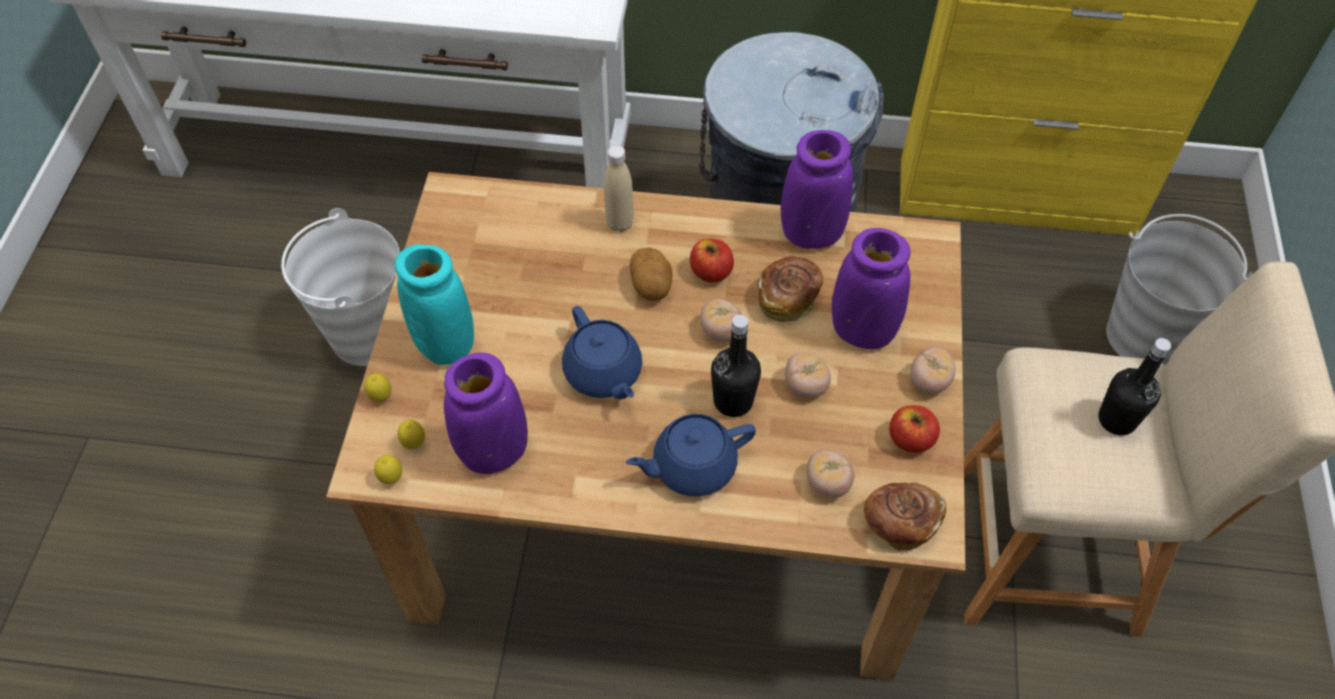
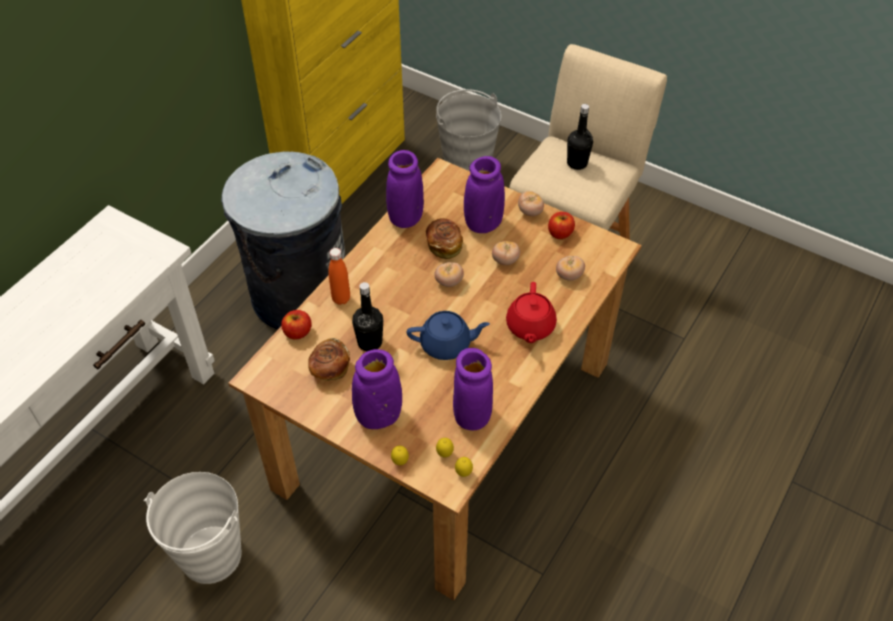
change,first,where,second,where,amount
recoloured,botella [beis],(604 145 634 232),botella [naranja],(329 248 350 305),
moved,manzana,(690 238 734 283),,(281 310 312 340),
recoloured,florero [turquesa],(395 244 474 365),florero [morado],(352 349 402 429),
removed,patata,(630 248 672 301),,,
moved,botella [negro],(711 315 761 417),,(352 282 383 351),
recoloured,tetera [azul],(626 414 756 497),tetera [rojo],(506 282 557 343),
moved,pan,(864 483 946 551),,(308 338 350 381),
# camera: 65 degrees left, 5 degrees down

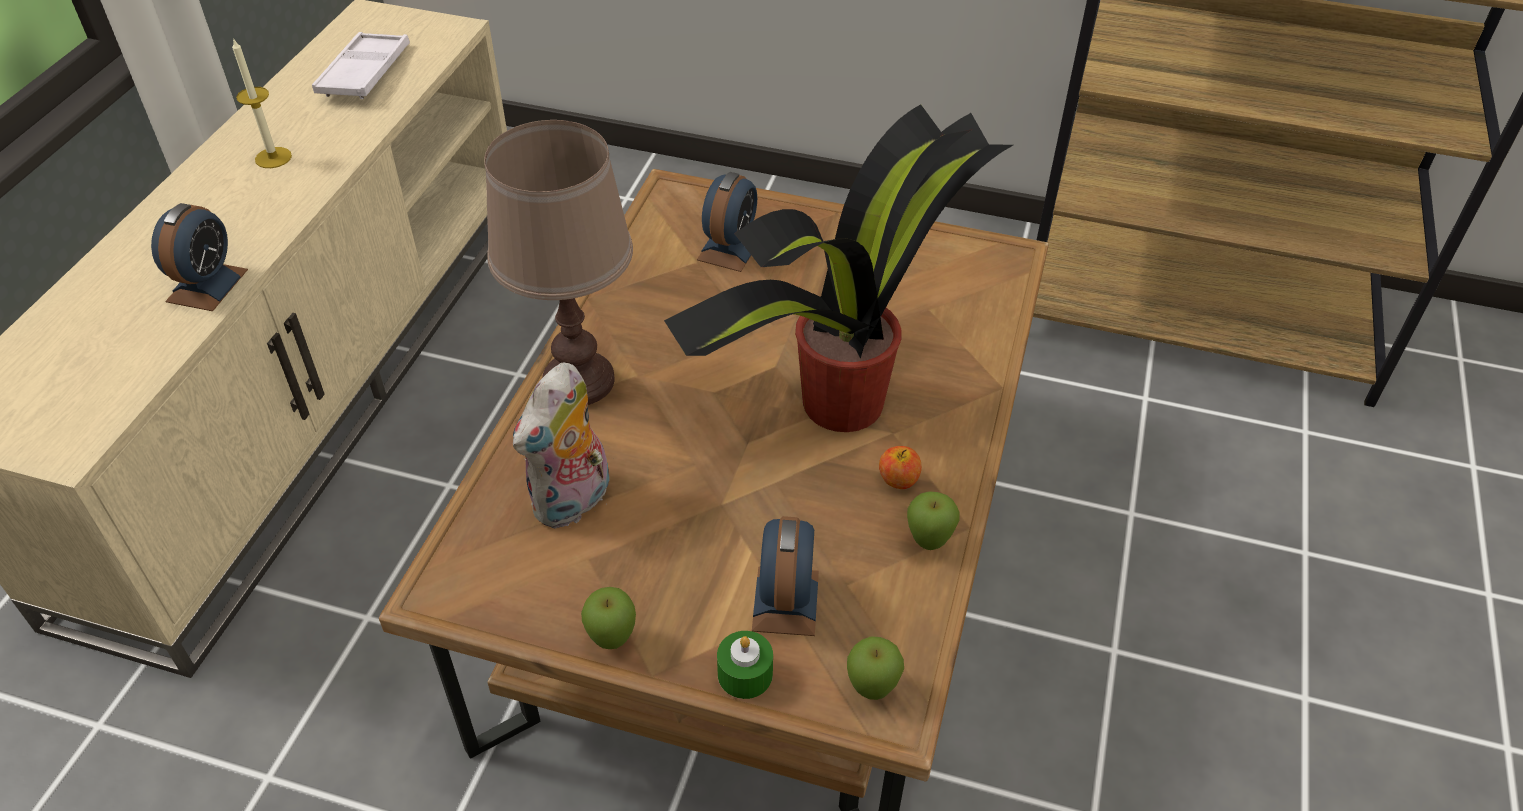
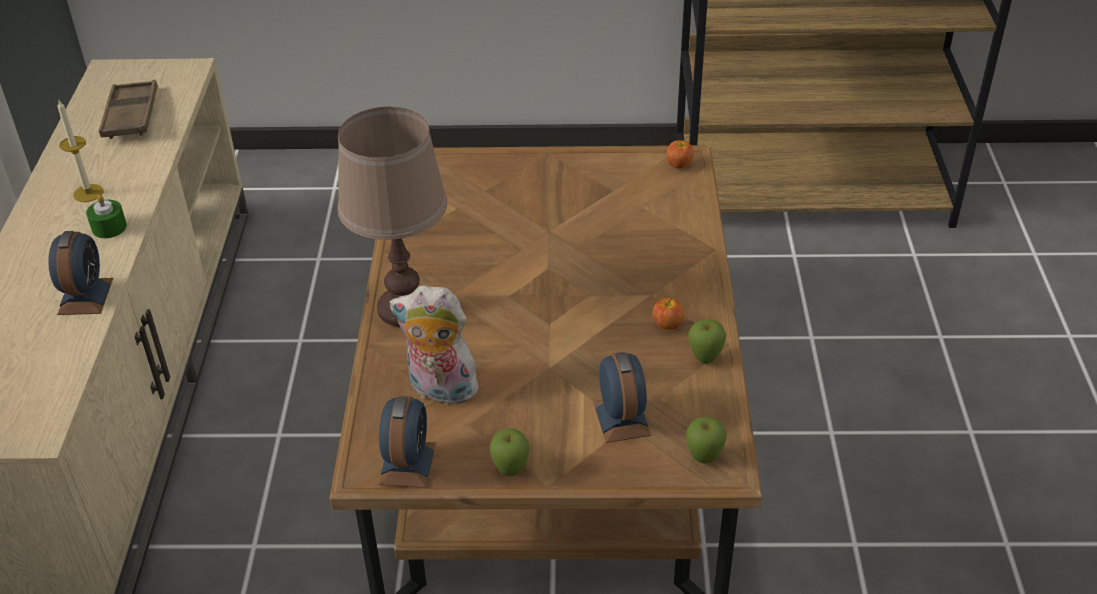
change,first,where,second,where,amount
recoloured,bandeja [blanco],(312 32 410 99),bandeja [marrón],(99 80 158 139),
removed,planta en maceta,(664 104 1013 432),,,
moved,despertador,(697 172 757 272),,(379 396 436 488),
turned,peluche,(513 363 610 528),,(390 285 481 404),90 degrees clockwise
moved,vela [verde],(717 631 773 699),,(86 195 127 238),
added,,,manzana,(667 140 694 169),
# camera: 15 degrees left, 5 degrees down

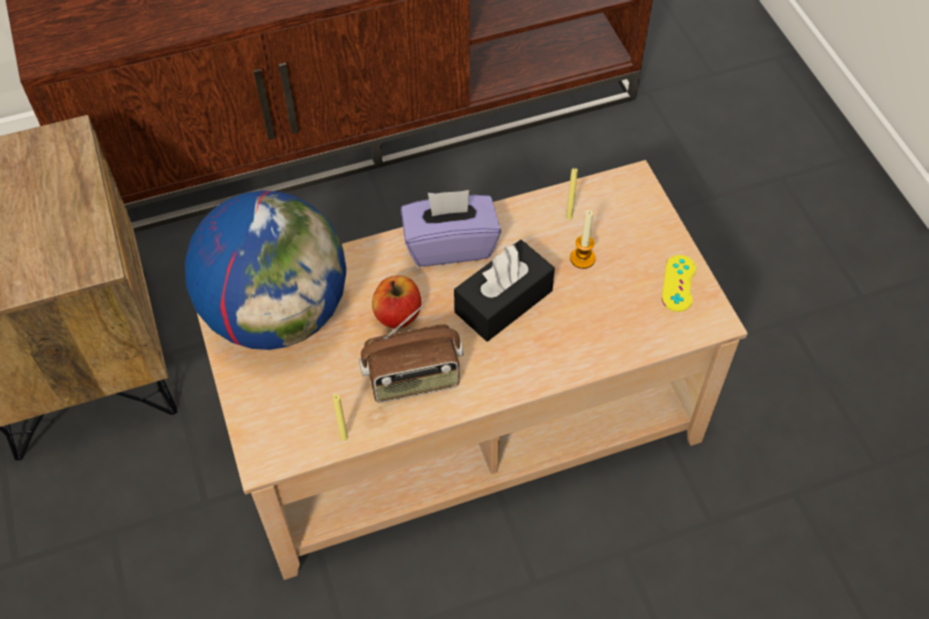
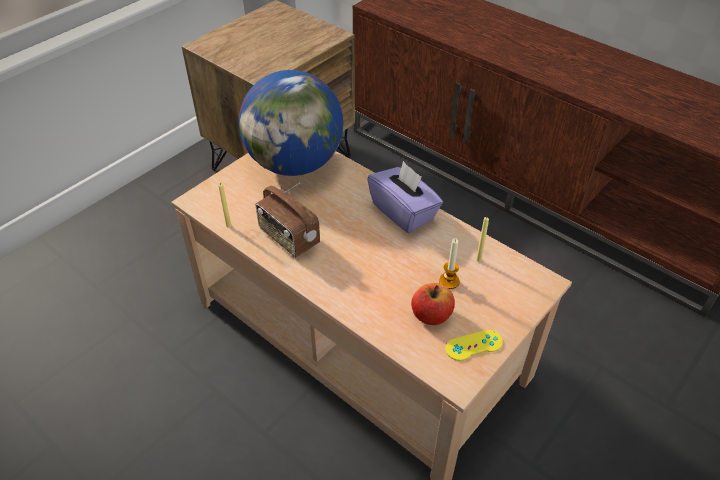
change,first,where,second,where,amount
removed,caja de pañuelos [negro],(454 240 555 341),,,
moved,manzana,(372 275 421 328),,(411 283 455 325),
# camera: 60 degrees right, 10 degrees down

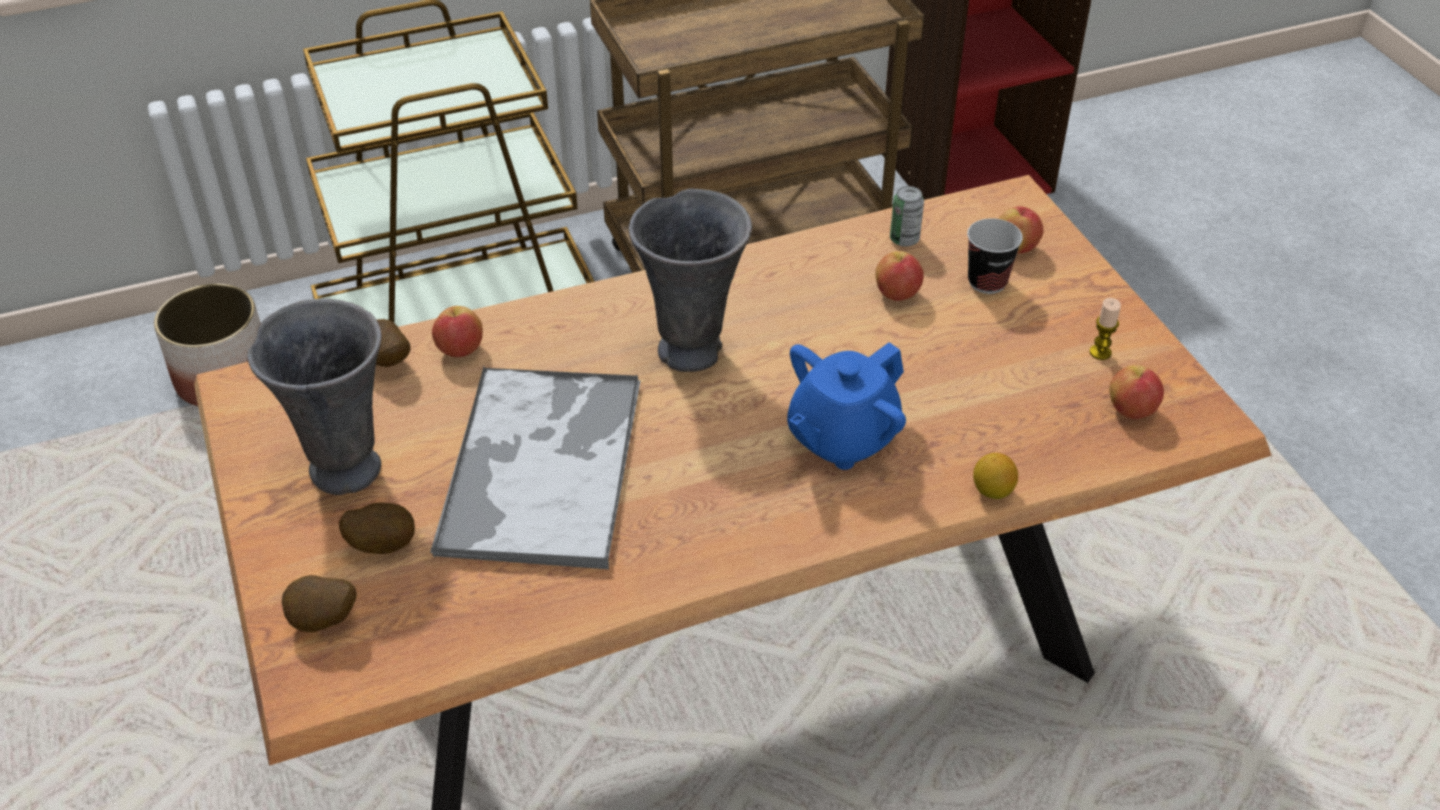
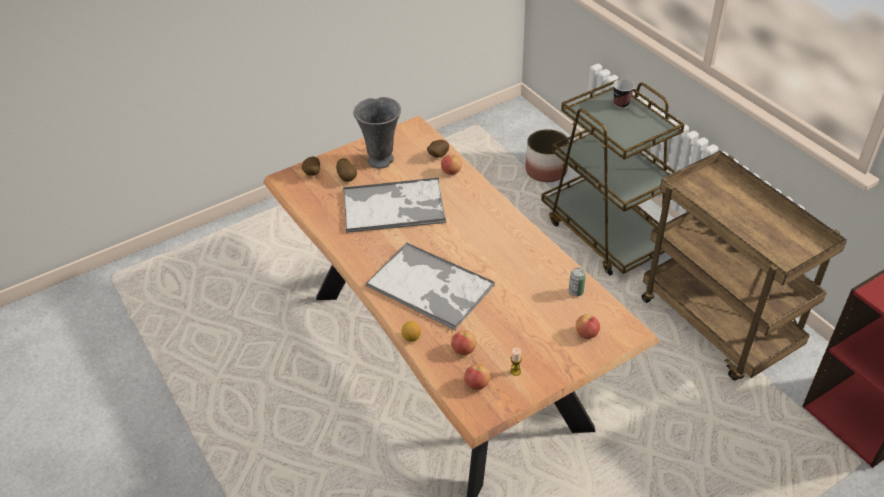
change,first,where,second,where,amount
removed,florero [gris],(629 189 752 372),,,
moved,taza,(967 218 1023 294),,(613 79 635 109),
moved,manzana,(875 251 924 301),,(451 331 476 355),
replaced,tetera [azul],(787 342 906 470),bandeja,(366 242 495 330),
# camera: 80 degrees right, 0 degrees up

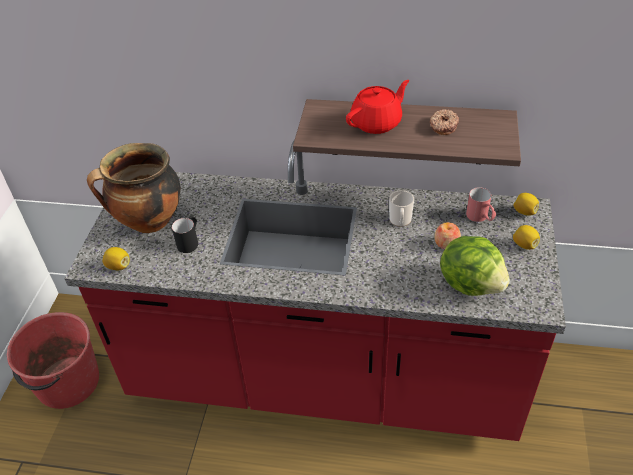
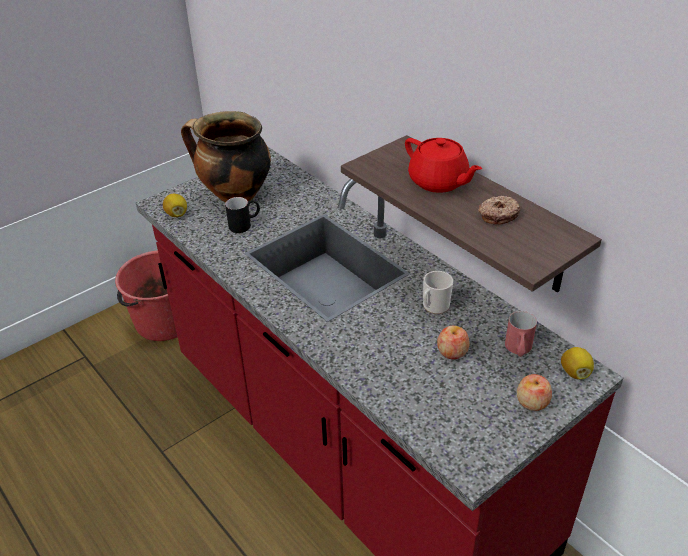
change,first,where,second,where,amount
turned,tetera [rojo],(346 80 410 134),,(405 138 482 193),45 degrees clockwise
replaced,limón,(513 225 540 250),manzana,(517 374 552 411),
removed,lechuga,(440 236 510 296),,,
# camera: 40 degrees right, 5 degrees down

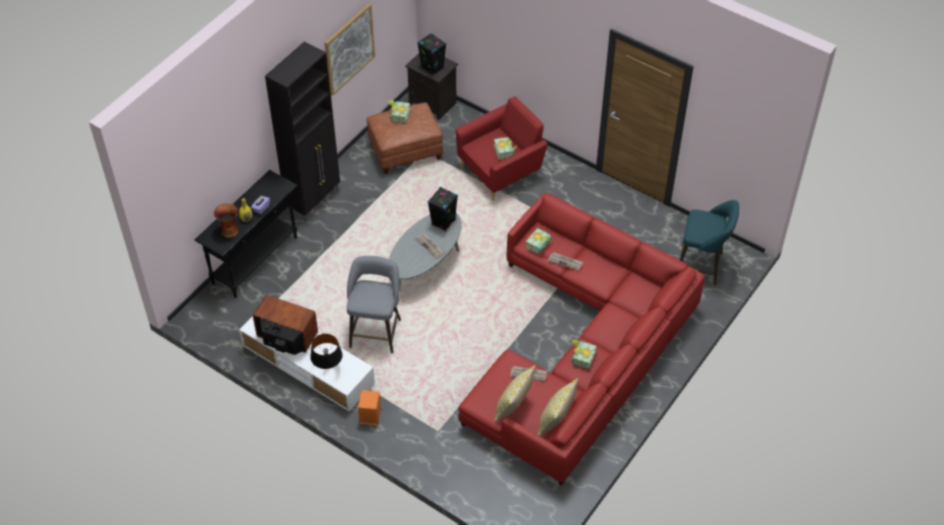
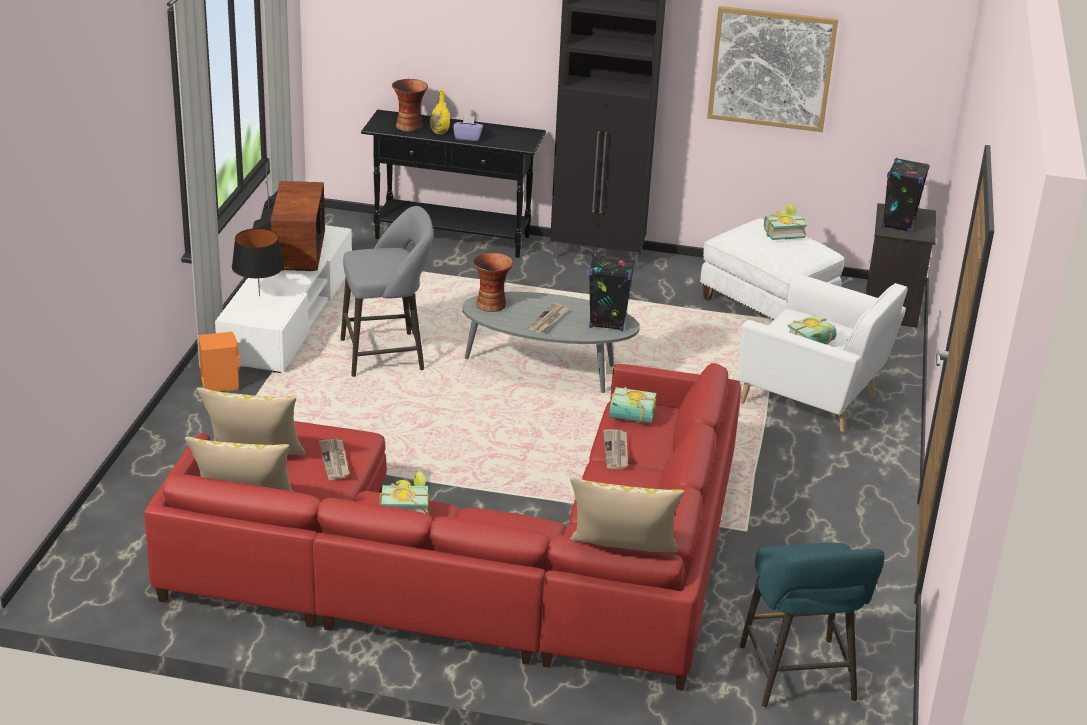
change,first,where,second,where,amount
recoloured,sillón [rojo],(456 96 548 201),sillón [blanco],(738 274 908 432),
recoloured,puf [marrón],(367 102 443 174),puf [blanco],(700 218 844 320),
added,,,florero,(473 253 513 312),
added,,,cojín,(570 477 684 553),
# camera: 65 degrees right, 20 degrees down

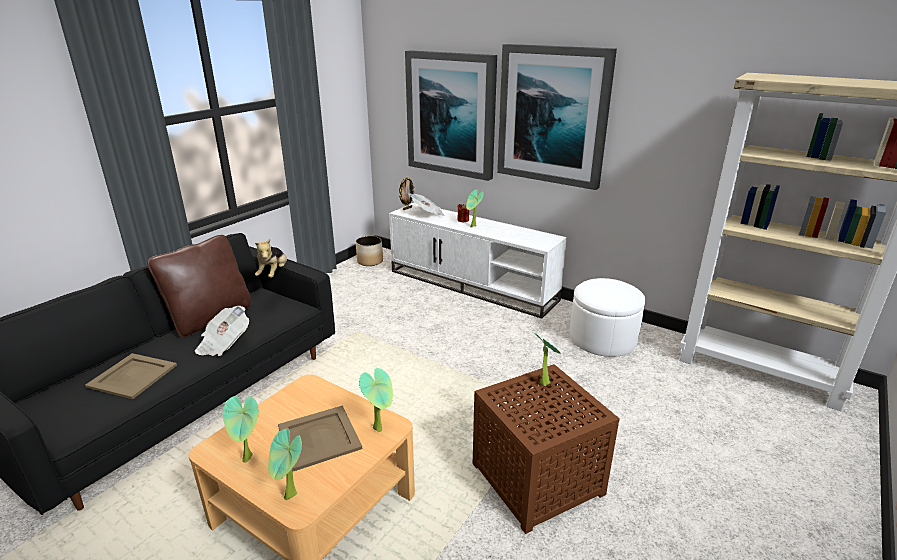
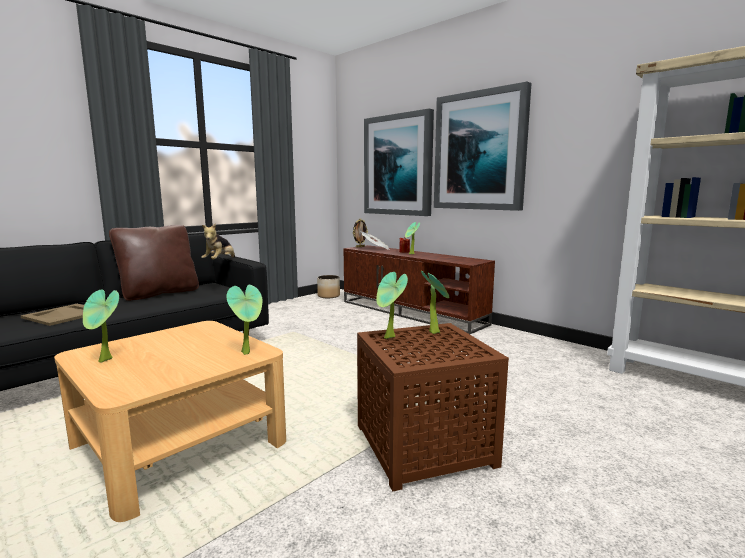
change,first,where,second,where,amount
recoloured,mueble de televisión [blanco],(389 203 567 319),mueble de televisión [marrón],(344 245 495 334),
removed,puf [blanco],(570 278 645 357),,,
removed,periódico,(195 306 249 356),,,
removed,bandeja [beis],(278 405 362 471),,,
moved,planta en maceta,(268 429 302 500),,(376 272 408 339),
# camera: 10 degrees right, 15 degrees down

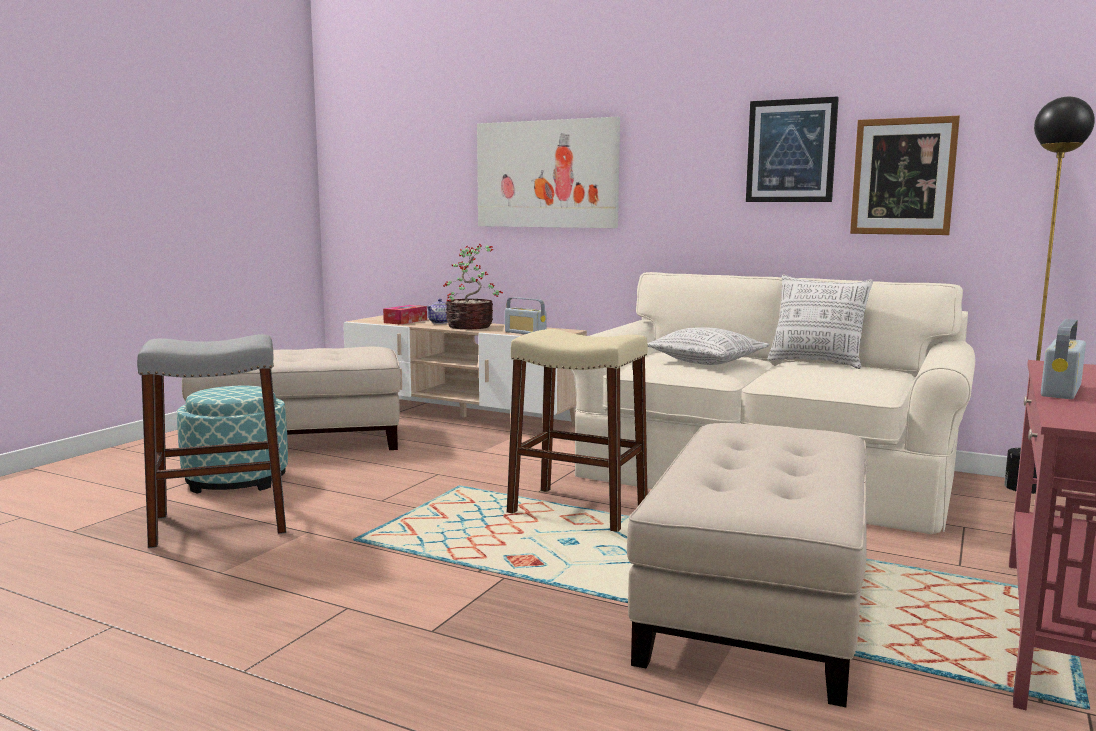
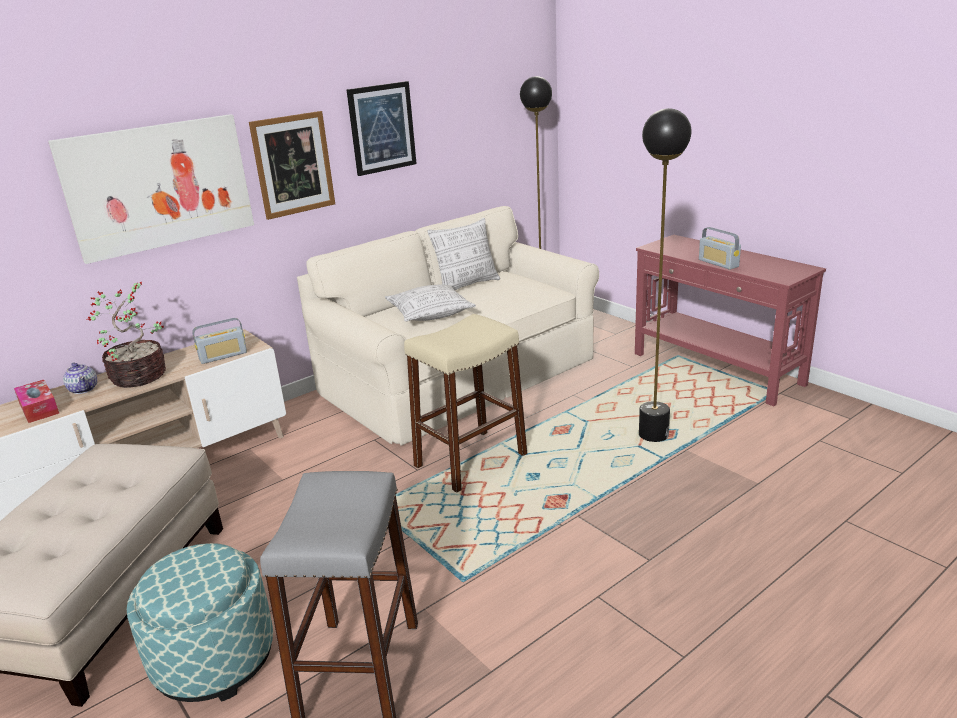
change,first,where,second,where,amount
moved,cuadro,(850 116 960 235),,(249 111 335 220),
replaced,puf [beis],(627 423 868 707),lámpara de pie [negro],(639 108 692 442),
# camera: 65 degrees left, 15 degrees up

